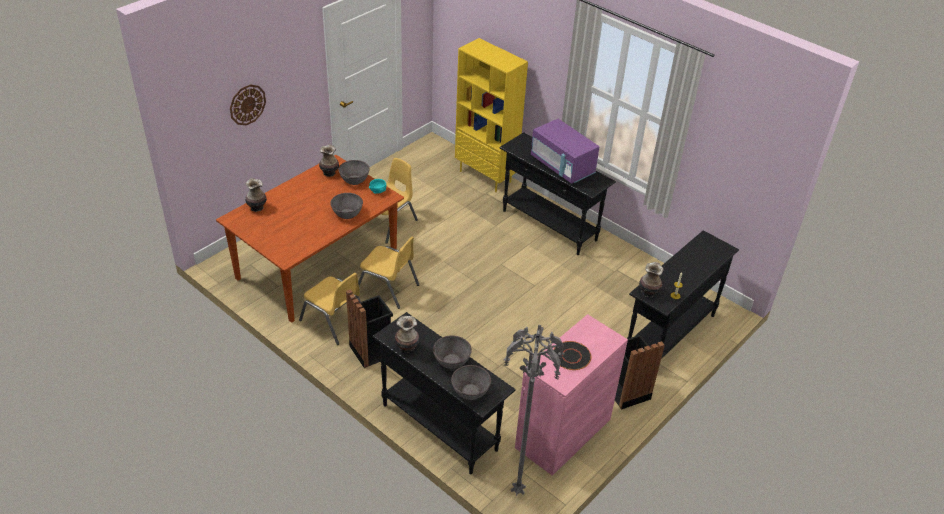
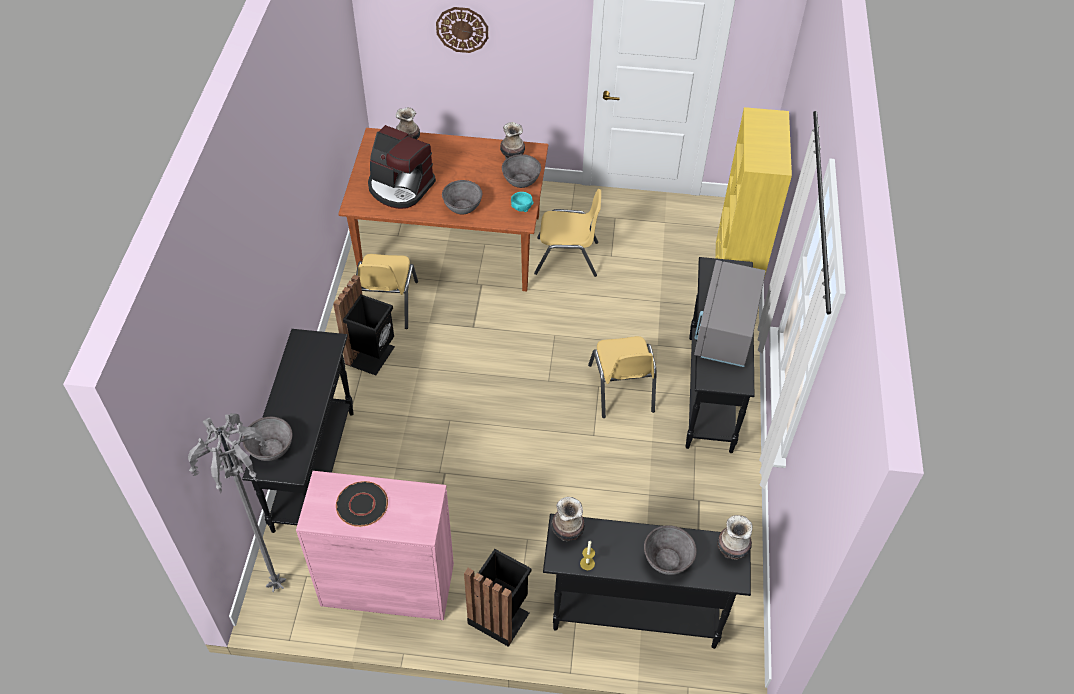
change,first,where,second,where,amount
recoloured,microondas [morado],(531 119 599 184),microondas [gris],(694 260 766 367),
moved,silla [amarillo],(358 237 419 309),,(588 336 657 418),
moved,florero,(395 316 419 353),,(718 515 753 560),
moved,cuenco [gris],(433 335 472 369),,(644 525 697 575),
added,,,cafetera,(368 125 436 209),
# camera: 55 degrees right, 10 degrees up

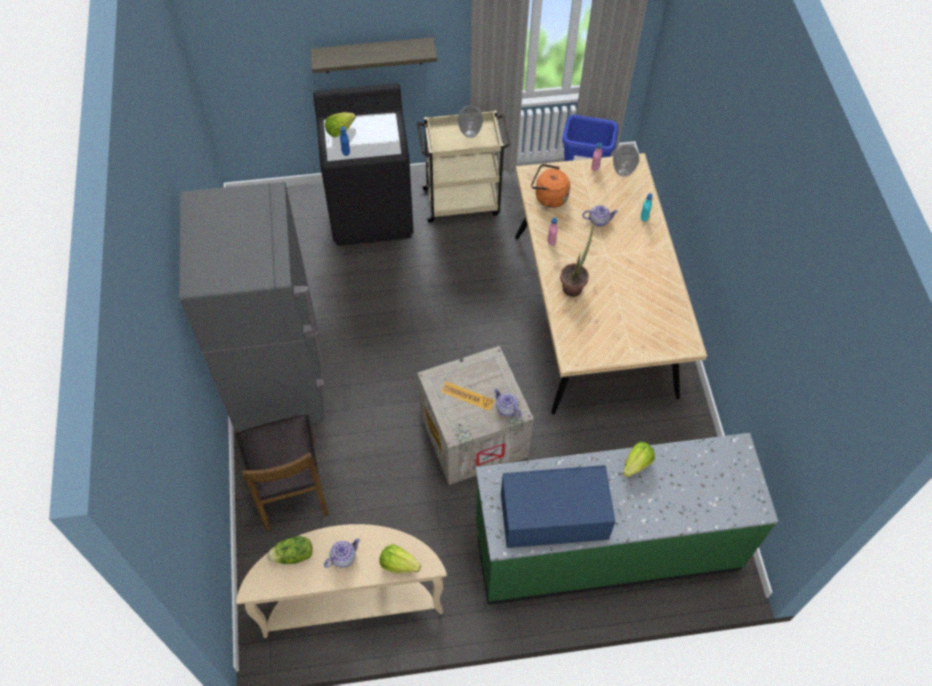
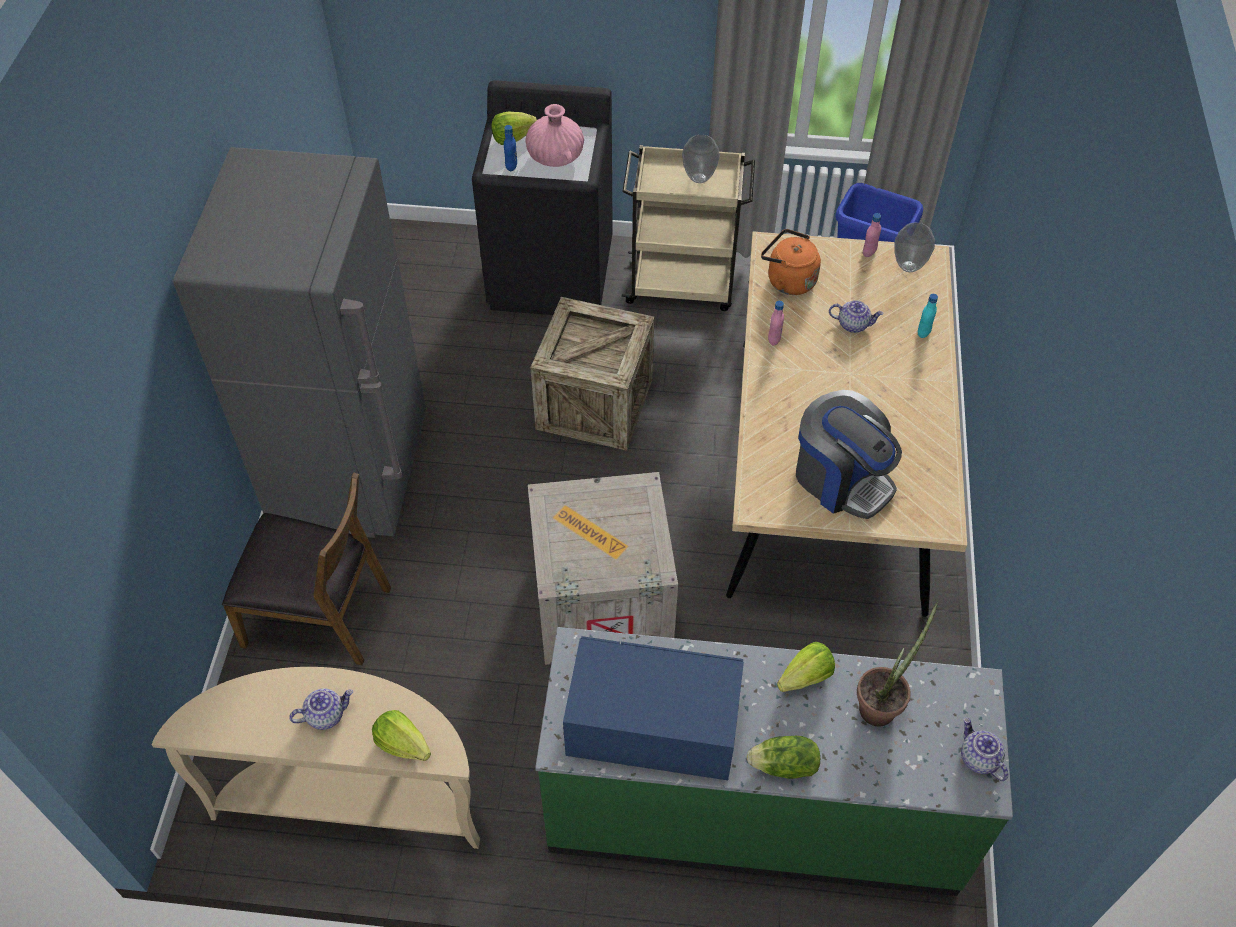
change,first,where,second,where,amount
removed,estante,(310 37 437 73),,,
moved,planta en maceta,(560 221 594 297),,(857 602 938 727),
moved,tetera,(494 388 522 418),,(961 717 1008 781),
turned,silla [marrón],(235 415 328 531),,(222 472 391 665),75 degrees counterclockwise
moved,lechuga,(267 536 313 564),,(747 736 820 779),
added,,,florero [rosa],(525 104 584 167),
added,,,caja de embalaje,(530 297 655 451),
added,,,cafetera,(796 390 902 519),
# camera: 15 degrees right, 5 degrees down

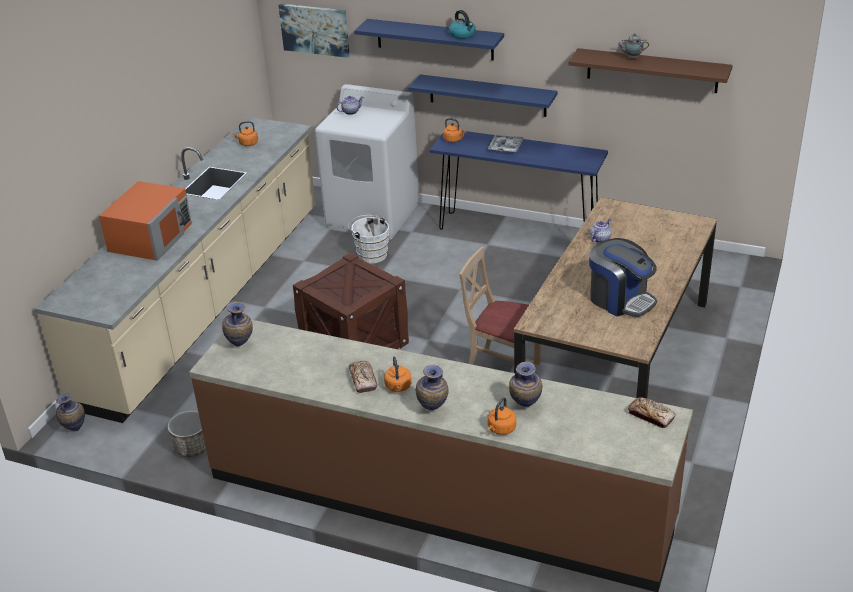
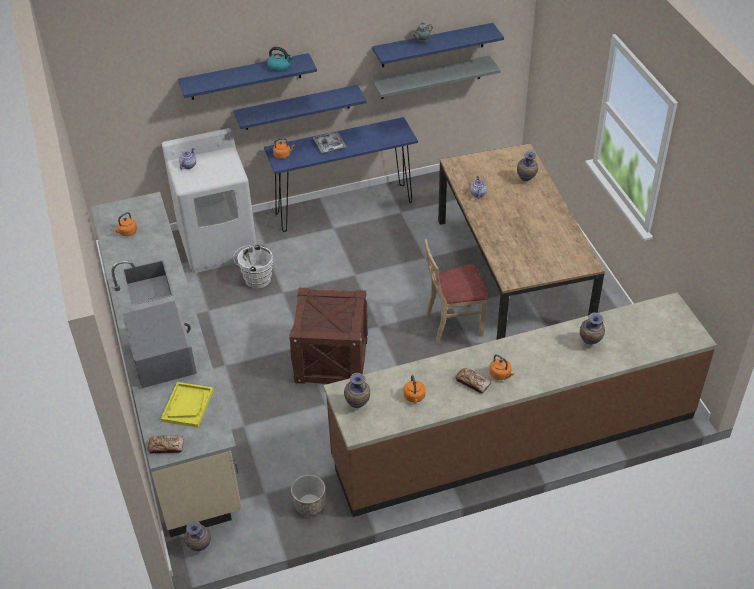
change,first,where,second,where,amount
removed,cuadro,(278 4 350 58),,,
recoloured,estante [marrón],(568 48 733 93),estante [azul],(372 23 504 67),
recoloured,microondas [naranja],(99 181 192 261),microondas [gris],(123 301 197 388),
removed,cafetera,(589 238 657 317),,,
moved,florero,(416 365 449 410),,(517 151 538 181),
moved,hervidor [naranja],(488 397 516 435),,(404 375 426 403),
moved,pan,(628 397 676 428),,(148 435 184 454),
added,,,estante [gris],(372 55 500 99),
added,,,bandeja [amarillo],(161 382 214 428),
# camera: 40 degrees left, 10 degrees up

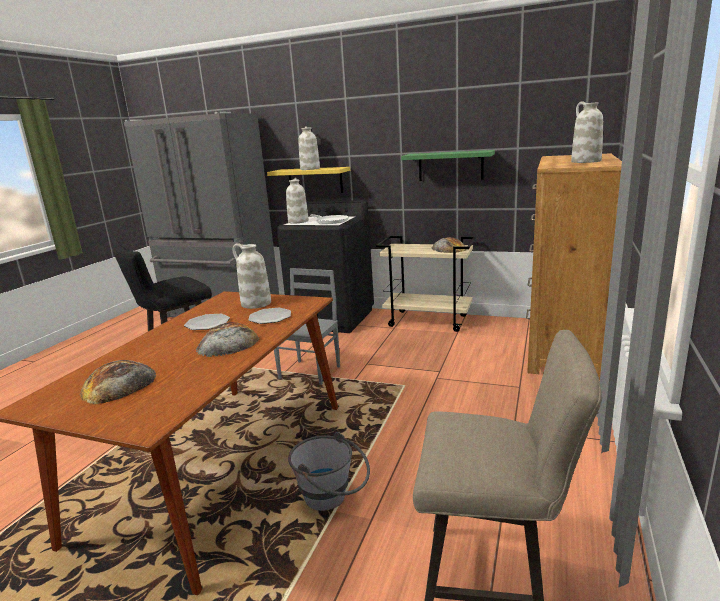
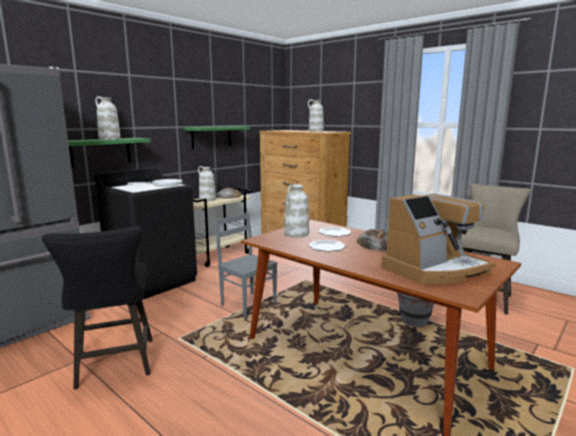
change,first,where,second,where,amount
recoloured,estante [amarillo],(267 167 350 193),estante [verde],(68 138 151 167),
moved,florero [blanco],(286 178 309 223),,(198 166 216 201),
replaced,pan,(80 360 156 404),cafetera,(381 194 496 284),
# camera: 70 degrees left, 5 degrees down

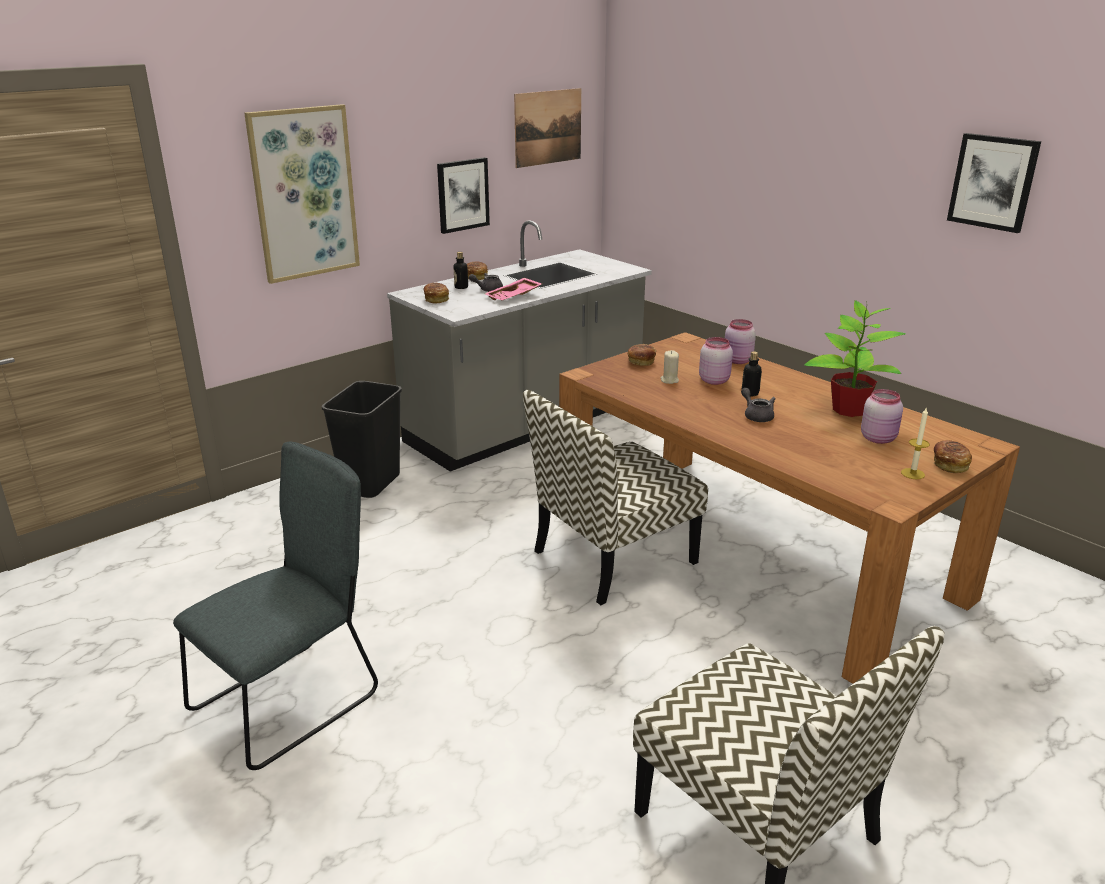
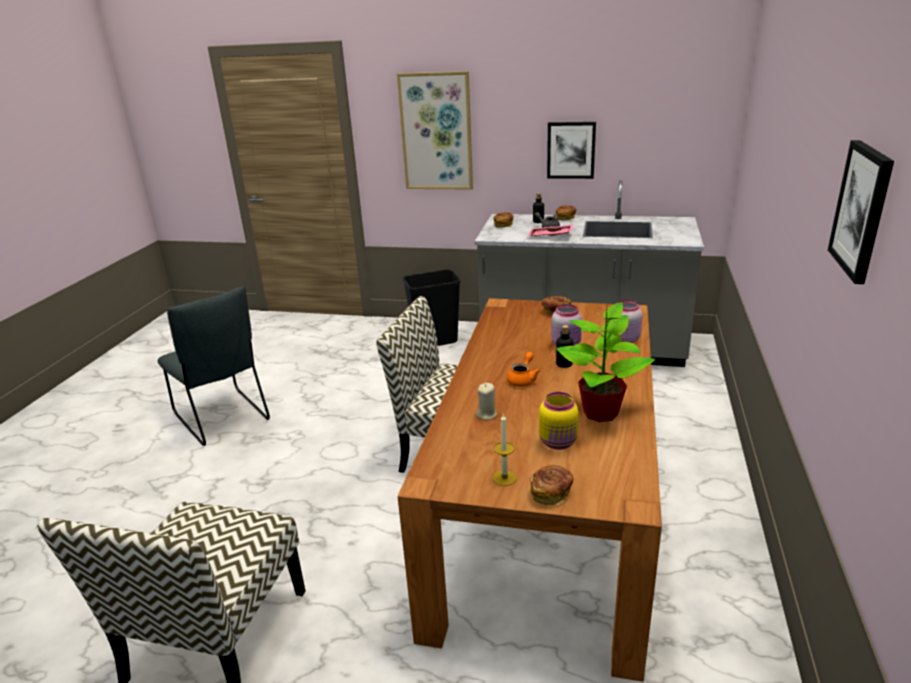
change,first,where,second,where,amount
removed,cuadro,(514 88 581 168),,,
moved,vela [beis],(661 350 679 384),,(476 383 497 420),
recoloured,tetera [gris],(741 388 776 422),tetera [naranja],(507 352 541 387),
recoloured,tarro [rosa],(861 389 903 444),tarro [amarillo],(539 392 579 450),
turned,silla [gris],(173 441 378 770),,(158 286 270 446),45 degrees clockwise
# camera: 55 degrees right, 0 degrees up

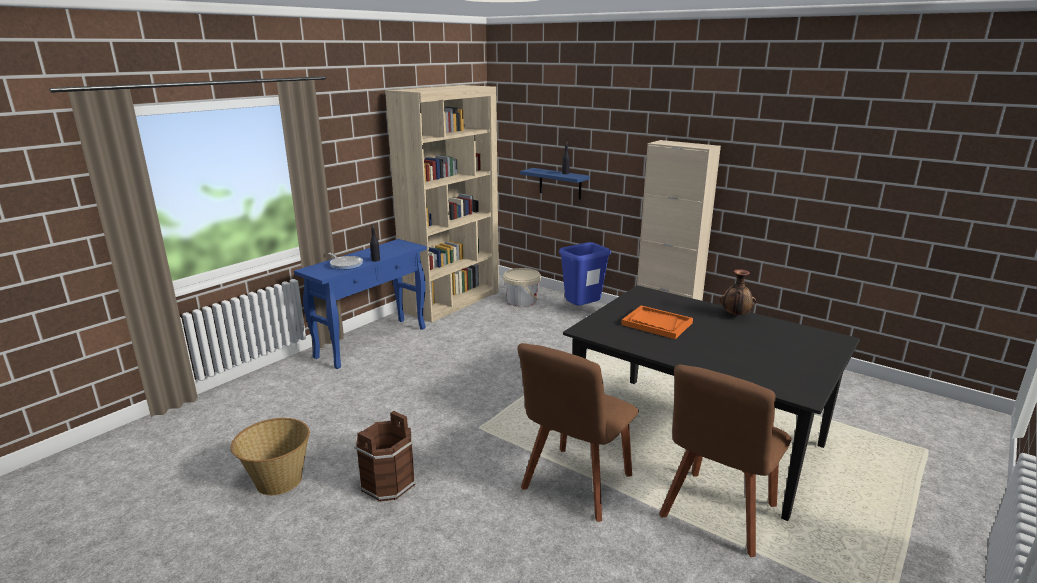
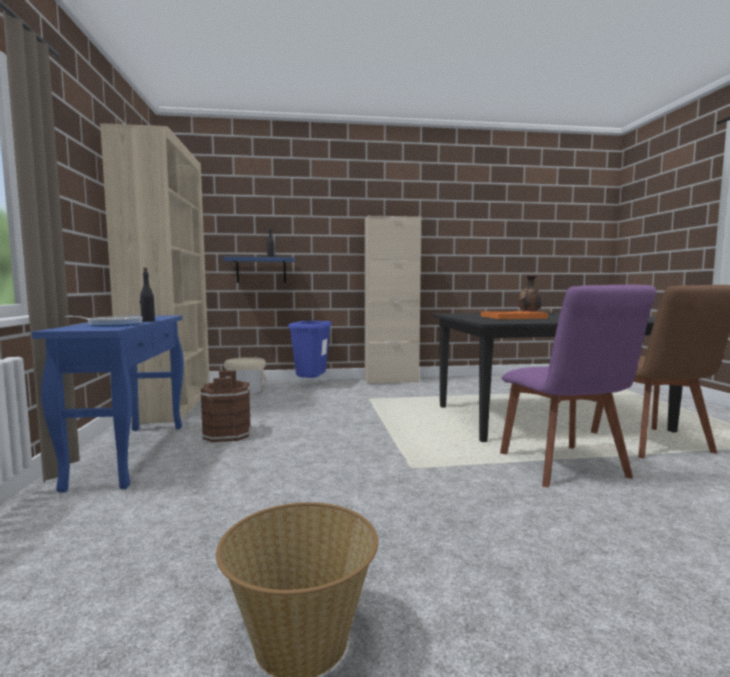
change,first,where,second,where,amount
recoloured,silla [marrón],(517 343 639 522),silla [morado],(500 285 656 488),
moved,cubo [marrón],(355 411 416 502),,(200 370 252 442),
# camera: 45 degrees left, 15 degrees down

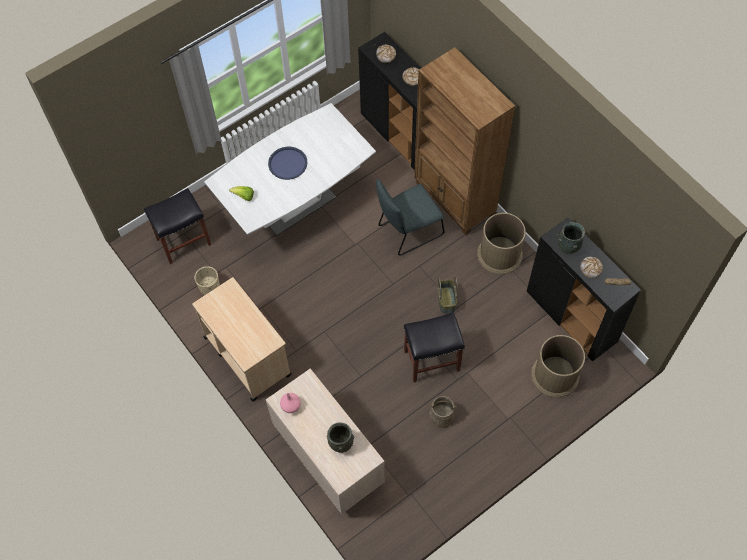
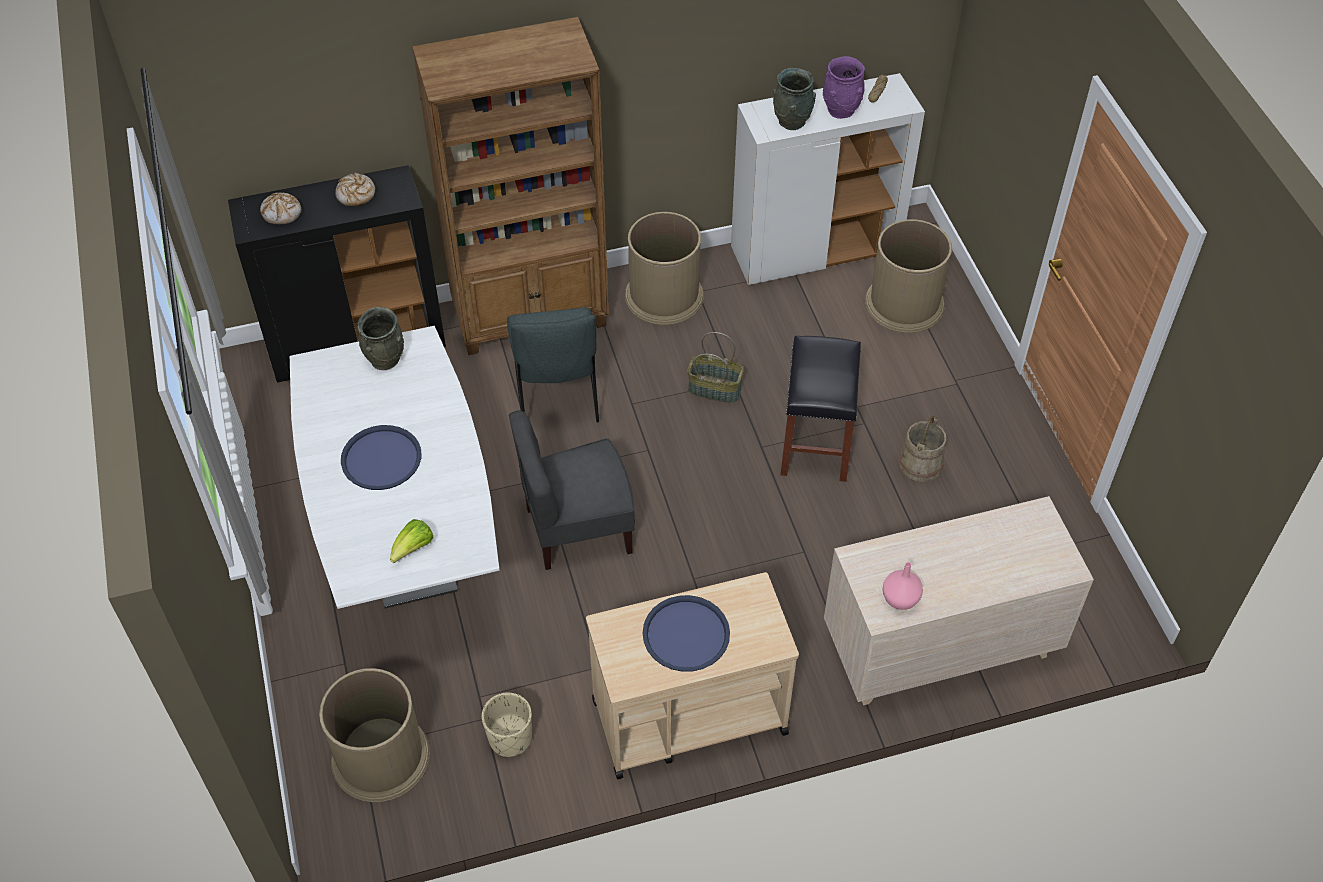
change,first,where,second,where,amount
replaced,taburete [negro],(144 188 211 264),papelera [marrón],(319 668 430 802),
recoloured,armario [negro],(527 218 641 361),armario [blanco],(731 73 925 285),
replaced,pan,(580 257 603 278),florero [morado],(823 56 865 119),
moved,florero [gris],(327 423 354 453),,(358 307 404 370),
added,,,silla [gris],(509 410 635 570),
added,,,bandeja [azul],(643 595 730 672),
# camera: 70 degrees left, 10 degrees down

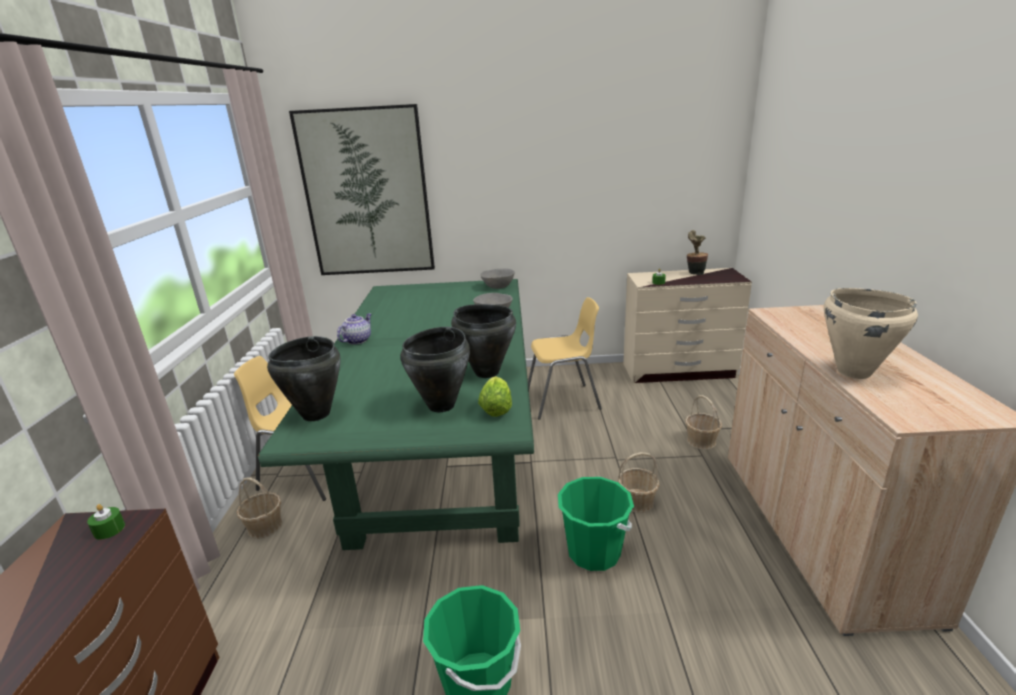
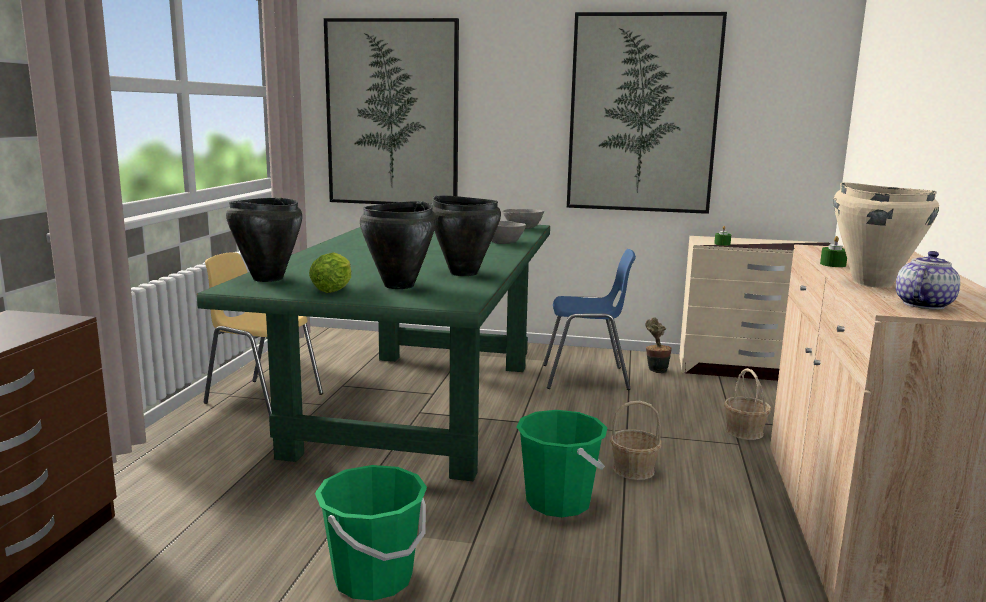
change,first,where,second,where,amount
moved,planta en maceta,(687 230 708 275),,(645 317 672 374),
recoloured,silla [amarillo],(528 297 602 420),silla [azul],(543 249 636 390),
moved,tetera,(337 313 371 345),,(896 251 960 310),
moved,lechuga,(478 376 512 417),,(309 252 351 293),
removed,cesta,(237 477 283 539),,,
moved,vela [verde],(87 504 125 540),,(820 236 847 267),
added,,,cuadro,(567 12 727 214),
# camera: 10 degrees right, 10 degrees down

